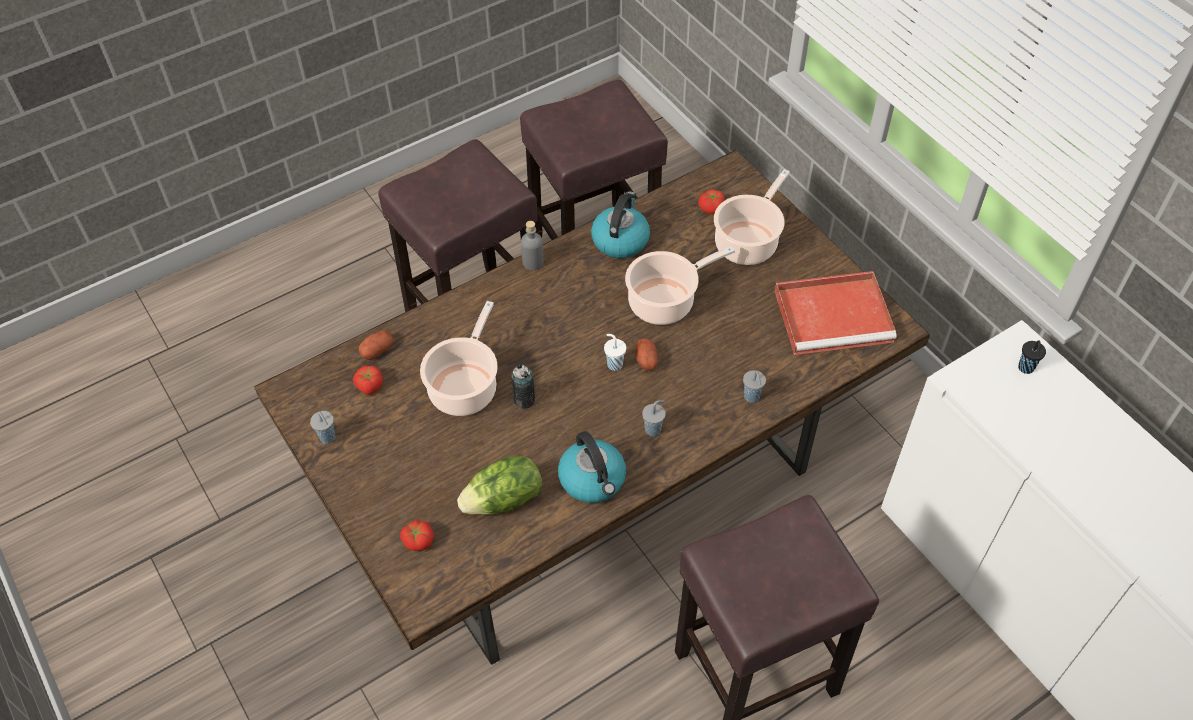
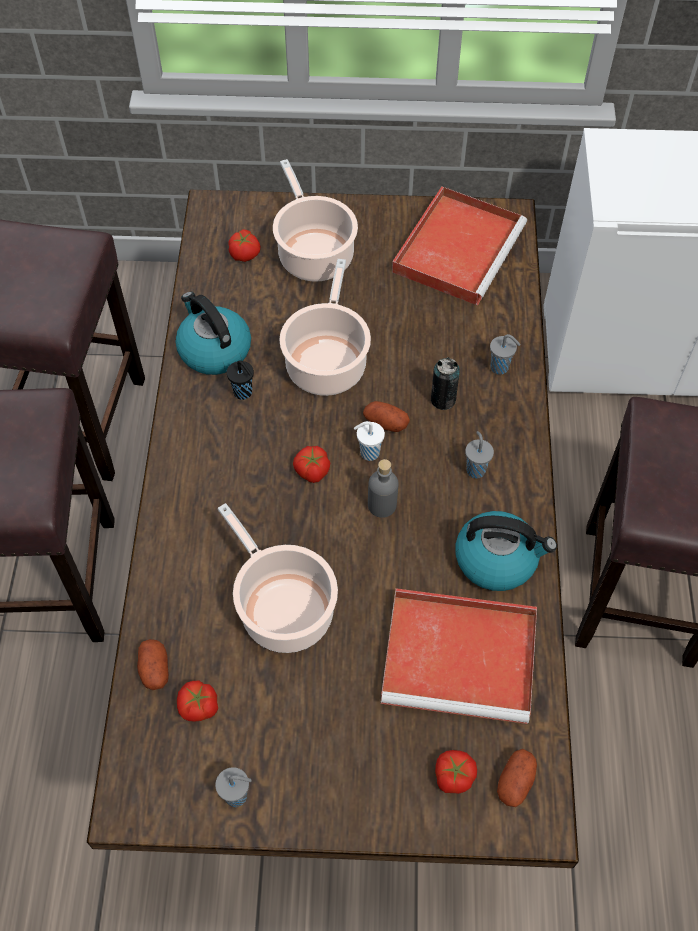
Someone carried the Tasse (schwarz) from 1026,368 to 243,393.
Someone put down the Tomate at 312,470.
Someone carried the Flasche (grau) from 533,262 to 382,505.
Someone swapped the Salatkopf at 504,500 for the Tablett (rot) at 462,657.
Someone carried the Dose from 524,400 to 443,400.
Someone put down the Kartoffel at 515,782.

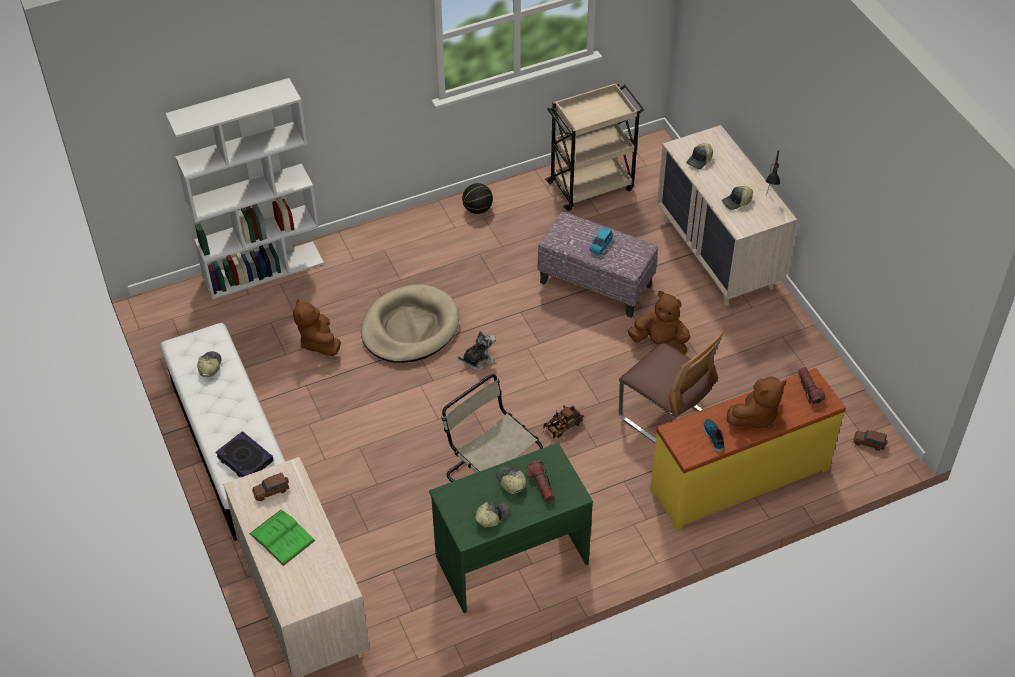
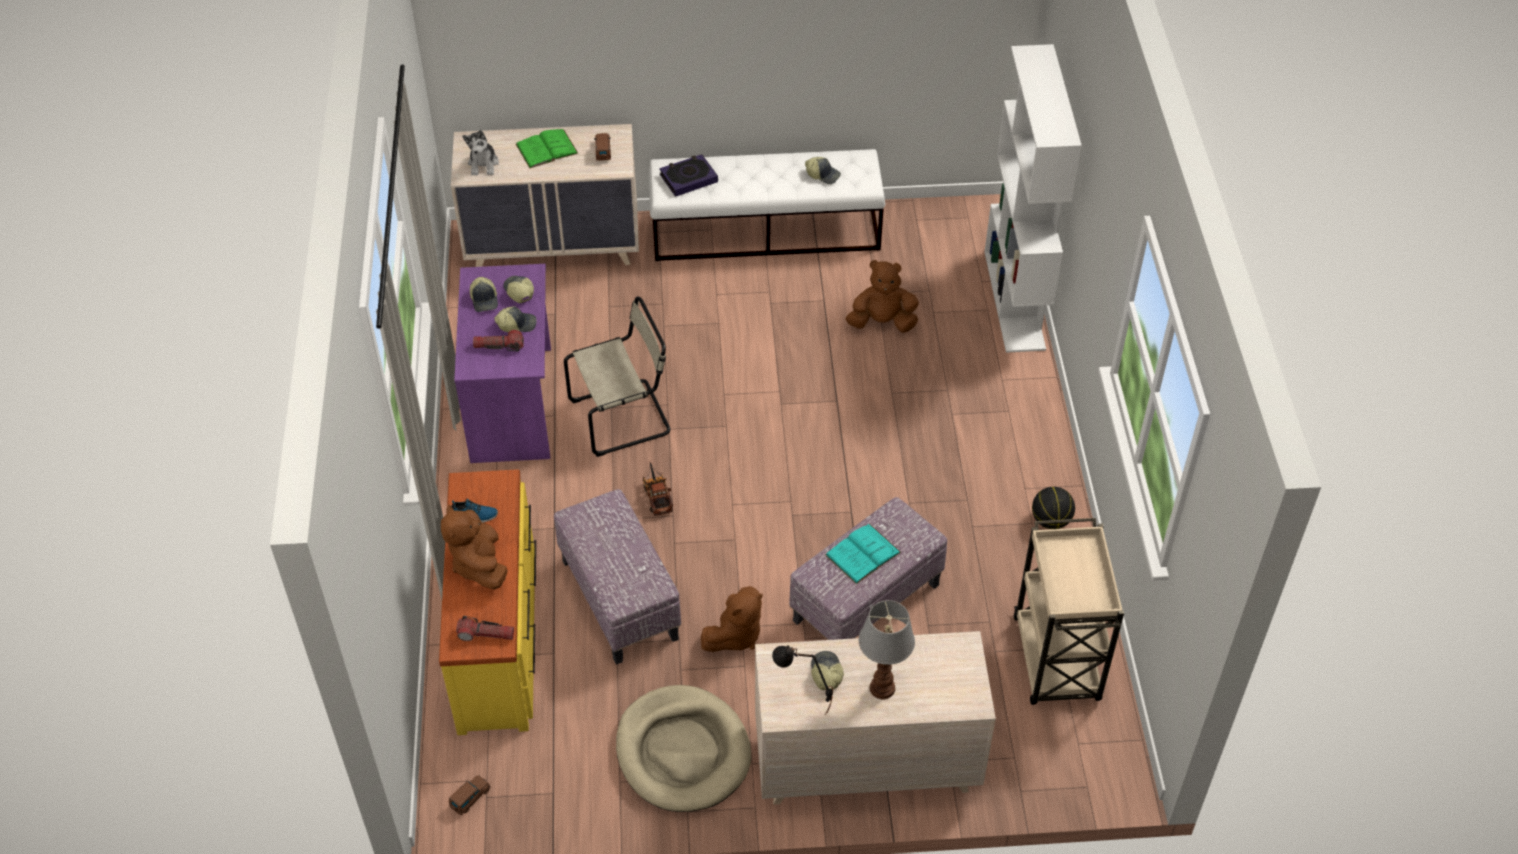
Someone repainted the Schreibtisch (grün) at 510,559, which became the Schreibtisch (lila) at 513,403.
Someone carried the Plüschtier from 478,360 to 483,164.
Someone carried the Kappe from 700,160 to 518,292.
Someone swapped the Stuhl at 666,418 for the Polsterhocker at 618,599.
Someone carried the Hundebett (beige) from 410,327 to 683,752.
Someone swapped the Spielzeugauto (blau) at 601,245 for the Buch (türkis) at 863,553.
Someone put down the Tischlampe at 881,687.

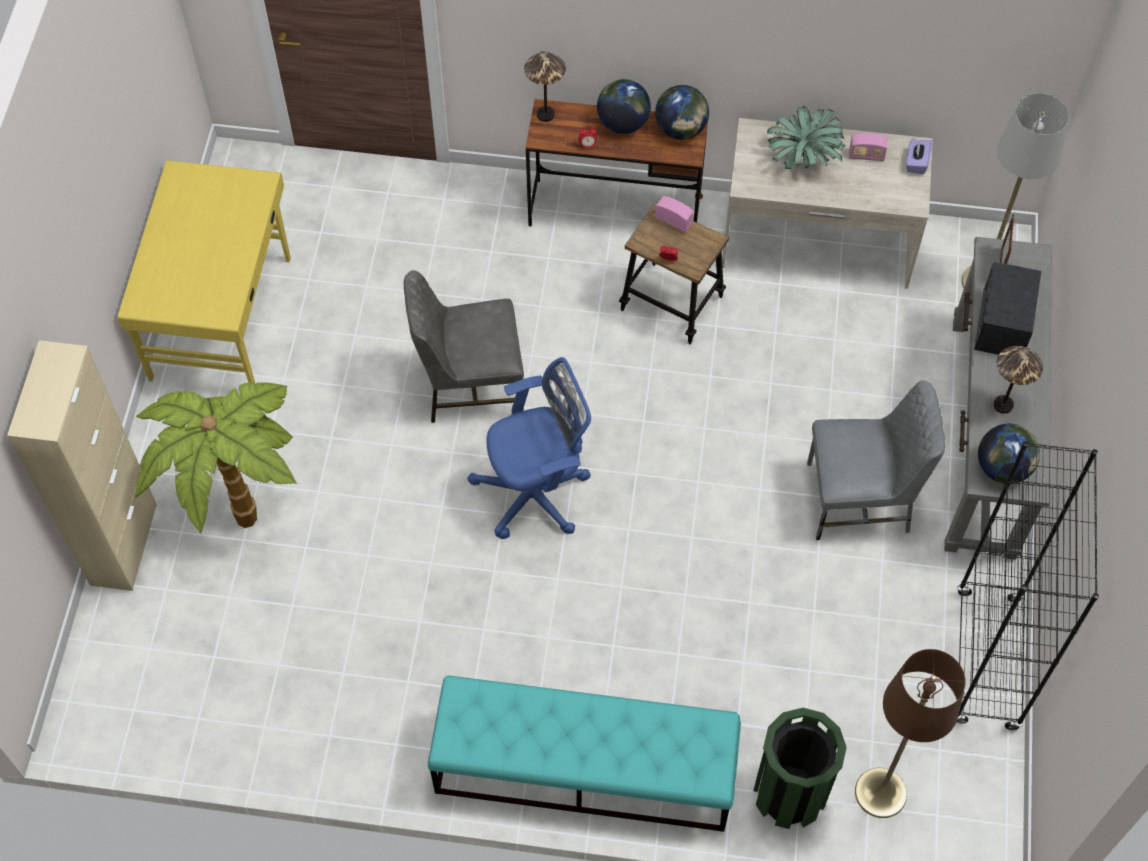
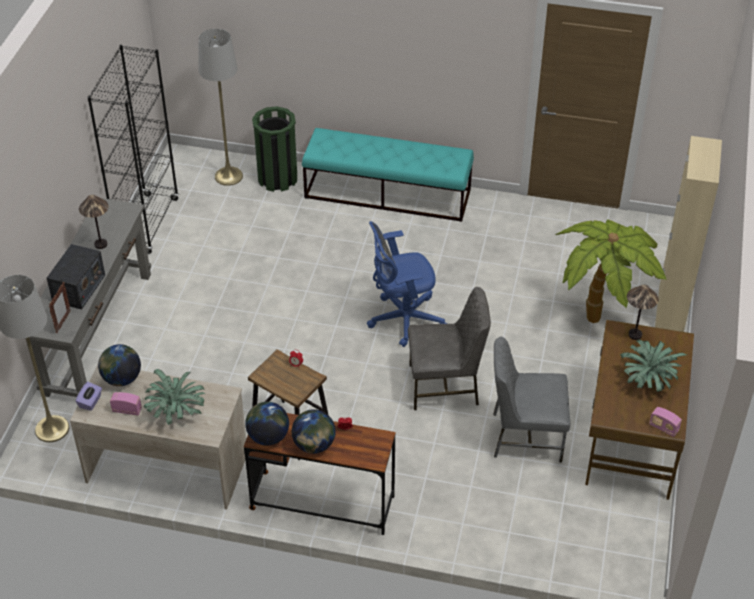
Someone carried the Globus from 1003,468 to 122,379.
Someone repainted the Stehlampe (braun) at 881,792, which became the Stehlampe (grau) at 228,176.
Someone carried the Stuhl (grau) from 860,499 to 525,436.
Someone repainted the Schreibtisch (gelb) at 223,317, which became the Schreibtisch (braun) at 631,443.
Someone put down the Topfpflanze at 648,380.
Someone carried the Tischlampe from 545,115 to 635,334.
Someone carried the Radio from 673,221 to 663,428.

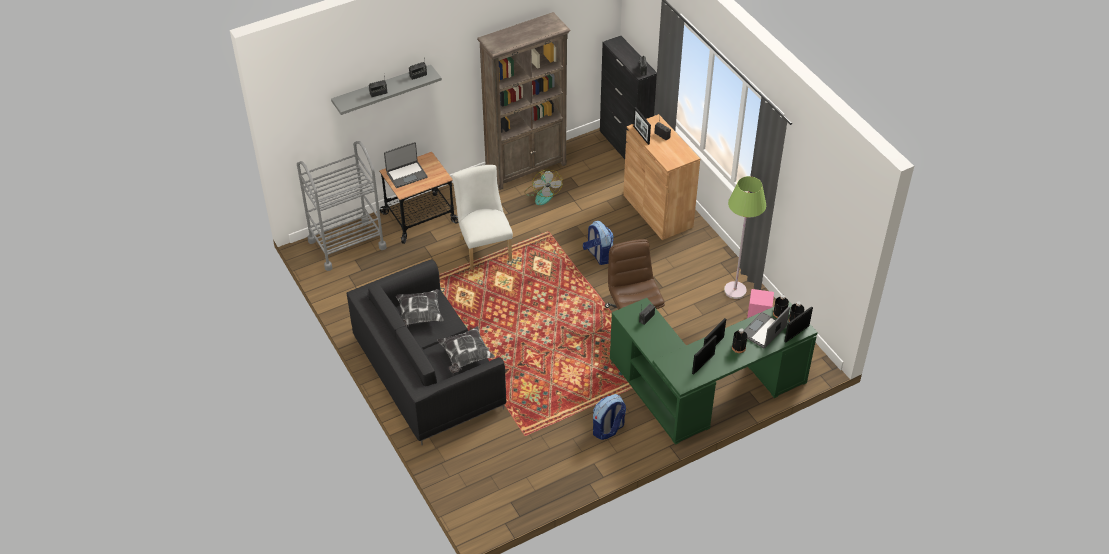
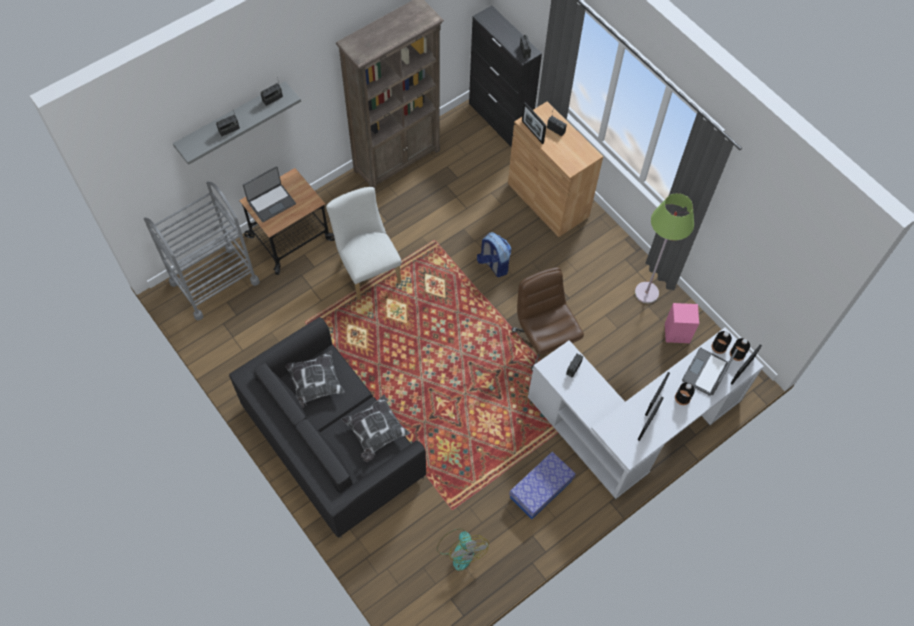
Someone carried the Ventilator from 542,194 to 461,549.
Someone swapped the Rucksack at 608,429 for the Aufbewahrungsbox at 540,489.
Someone repainted the Schreibtisch (grün) at 703,390, which became the Schreibtisch (weiß) at 634,425.

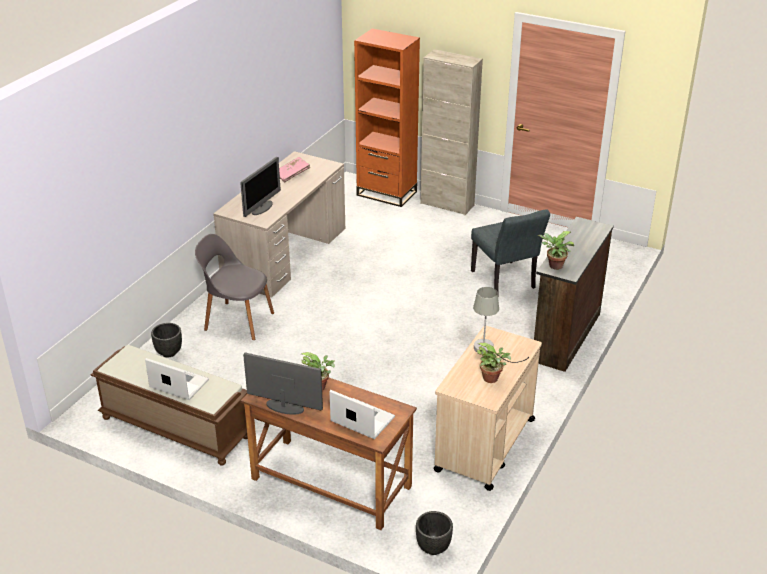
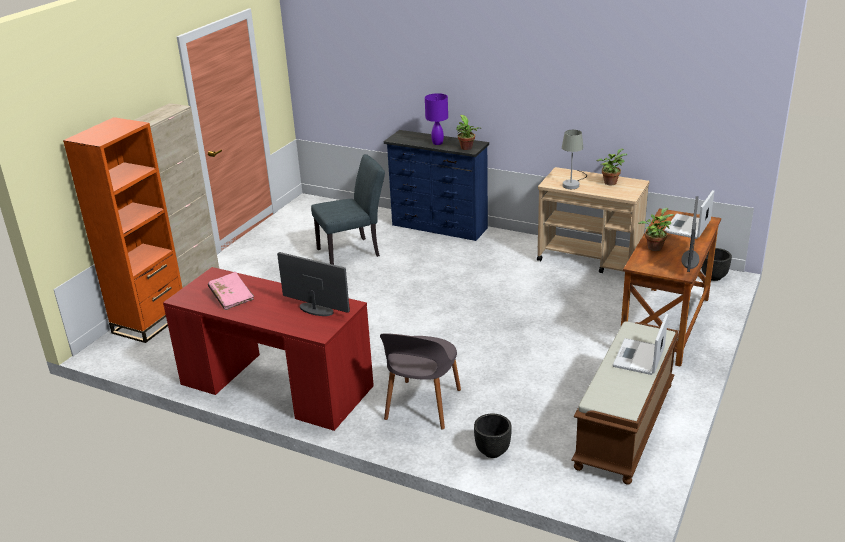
Someone repainted the Schreibtisch (beige) at 286,253, which became the Schreibtisch (rot) at 276,384.
Someone repainted the Kommode (braun) at 564,337, which became the Kommode (blau) at 439,227.
Someone put down the Tischlampe (lila) at 437,143.

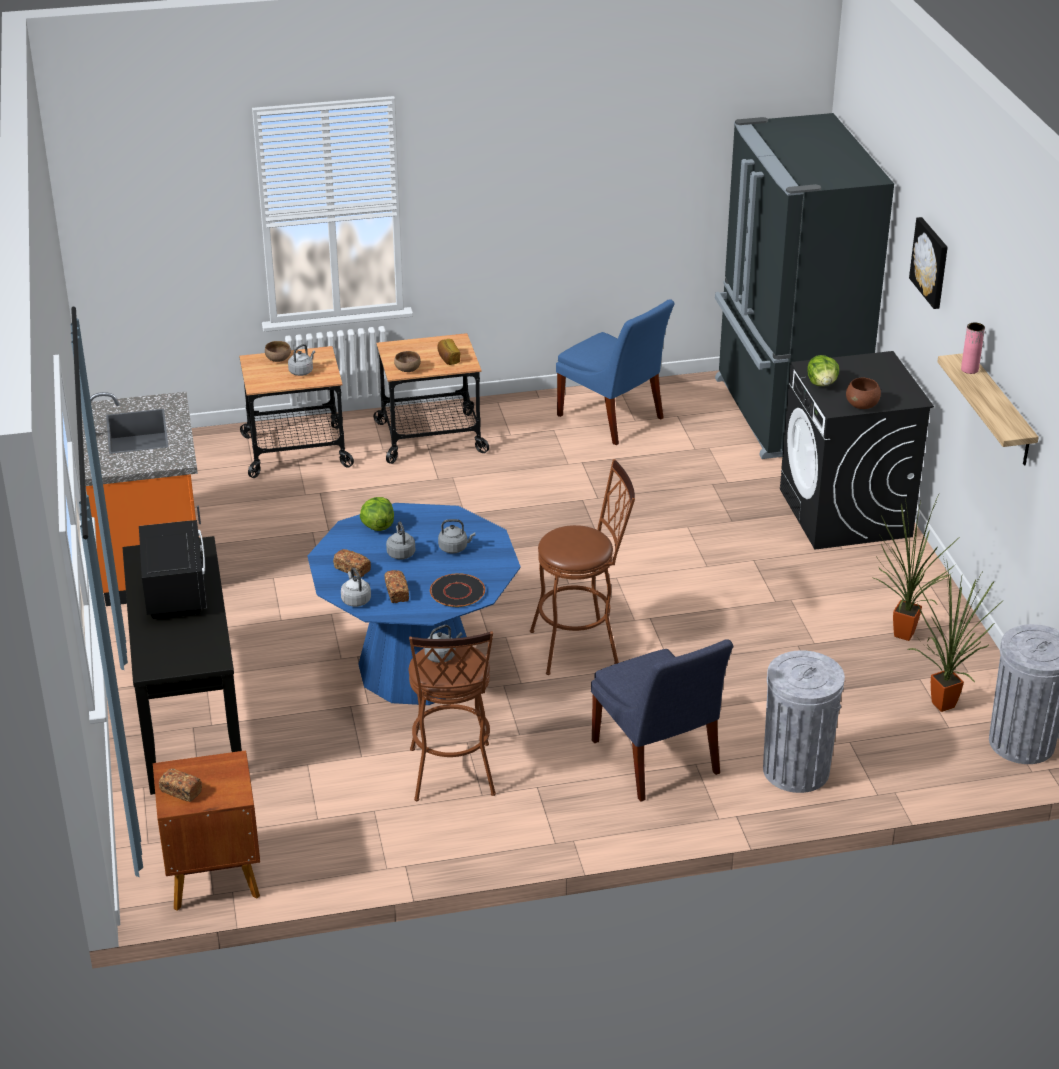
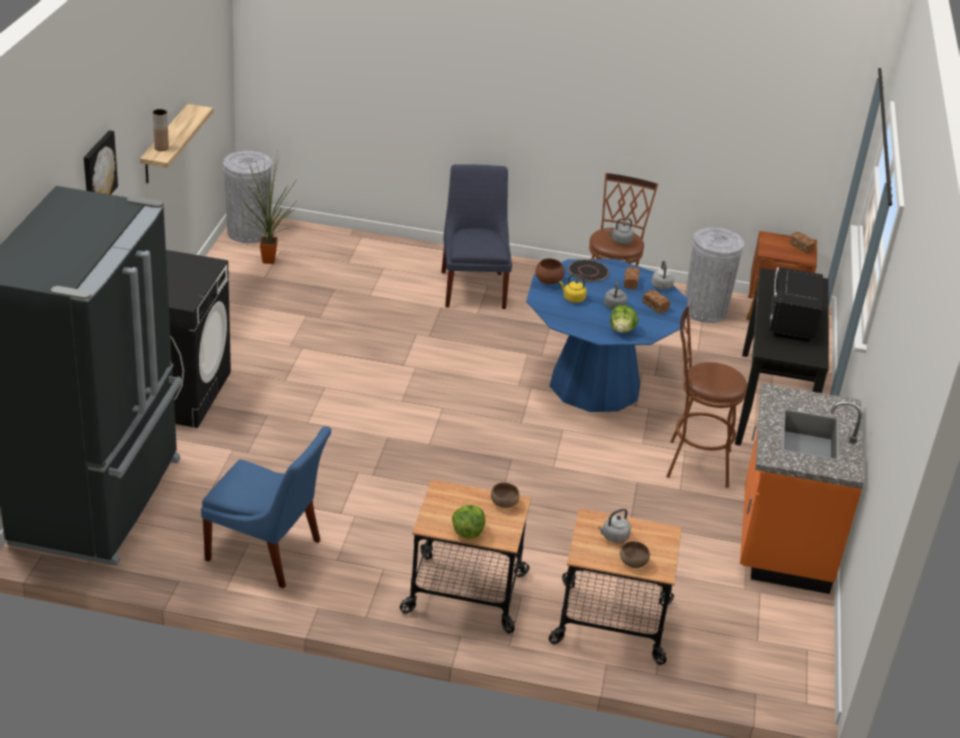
Someone repainted the Vase (rosa) at 969,369, which became the Vase (braun) at 161,148.
Someone rotated the Stuhl (blau) at 613,419 by 135 degrees clockwise.
Someone carried the Salatkopf from 822,384 to 467,532.
Someone carried the Schüssel (braun) from 862,405 to 548,281.
Someone repainted the Wasserkessel (grau) at 454,548, which became the Wasserkessel (gelb) at 572,298.
Someone carried the Hocker (braun) from 582,646 to 691,462.
Someone carried the Mülleimer (grau) from 795,770 to 705,310.
Someone took away the Brot at 448,359.
Someone took away the Topfpflanze at 902,637.

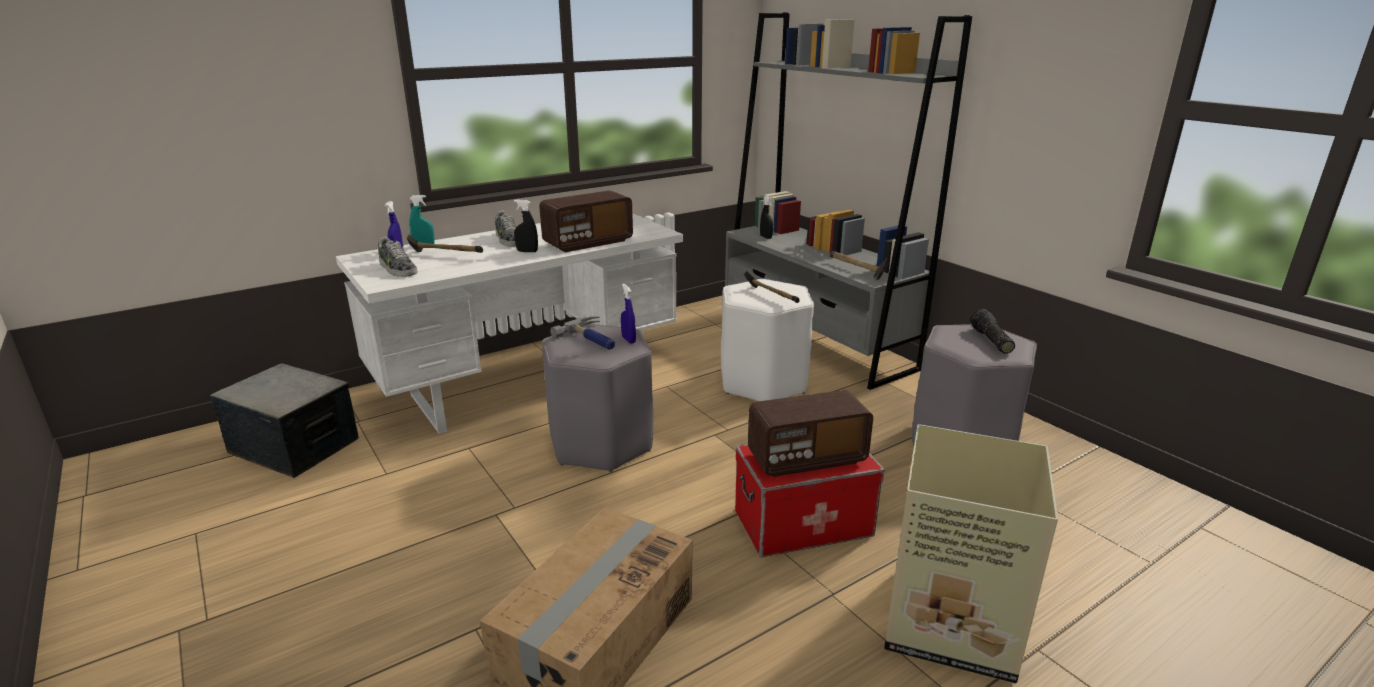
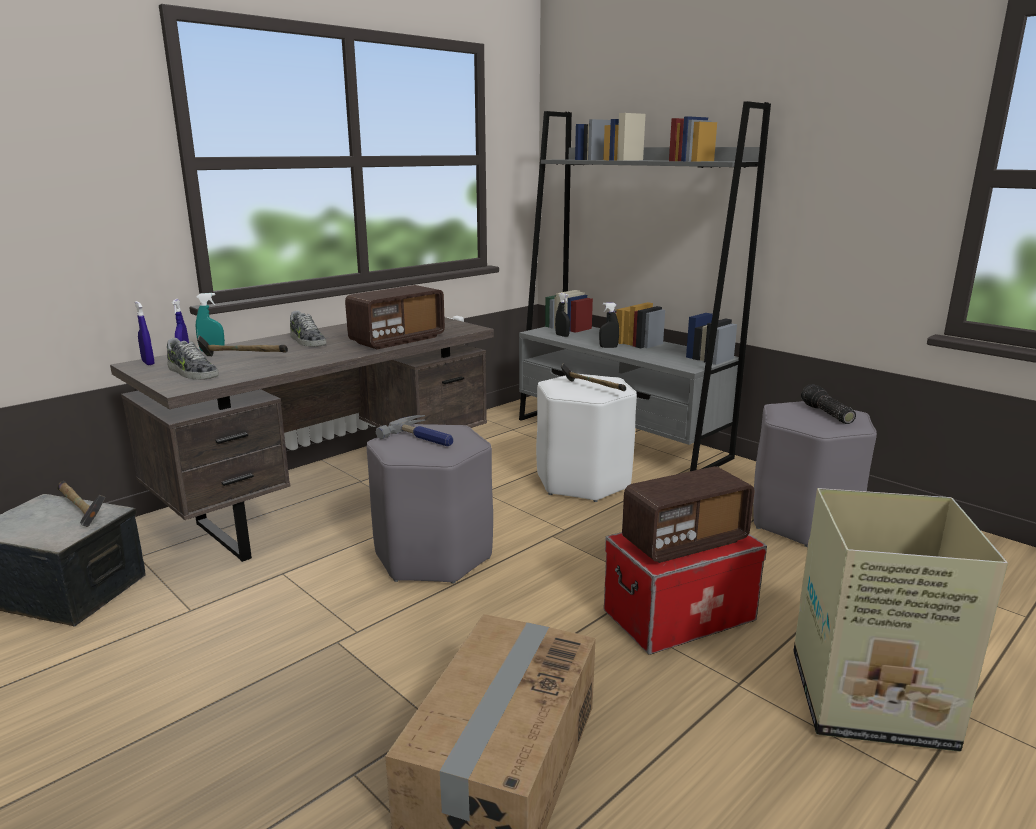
Someone carried the Hammer from 857,270 to 79,510.
Someone repainted the Schreibtisch (weiß) at 531,383, which became the Schreibtisch (braun) at 334,500.
Someone carried the Sprühflasche (blau) from 628,340 to 148,363.
Someone carried the Sprühflasche (schwarz) from 527,251 to 608,347.

